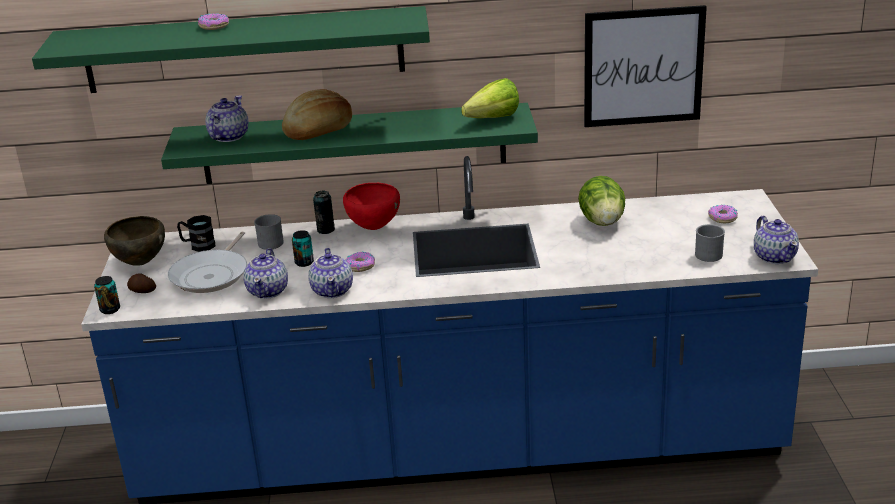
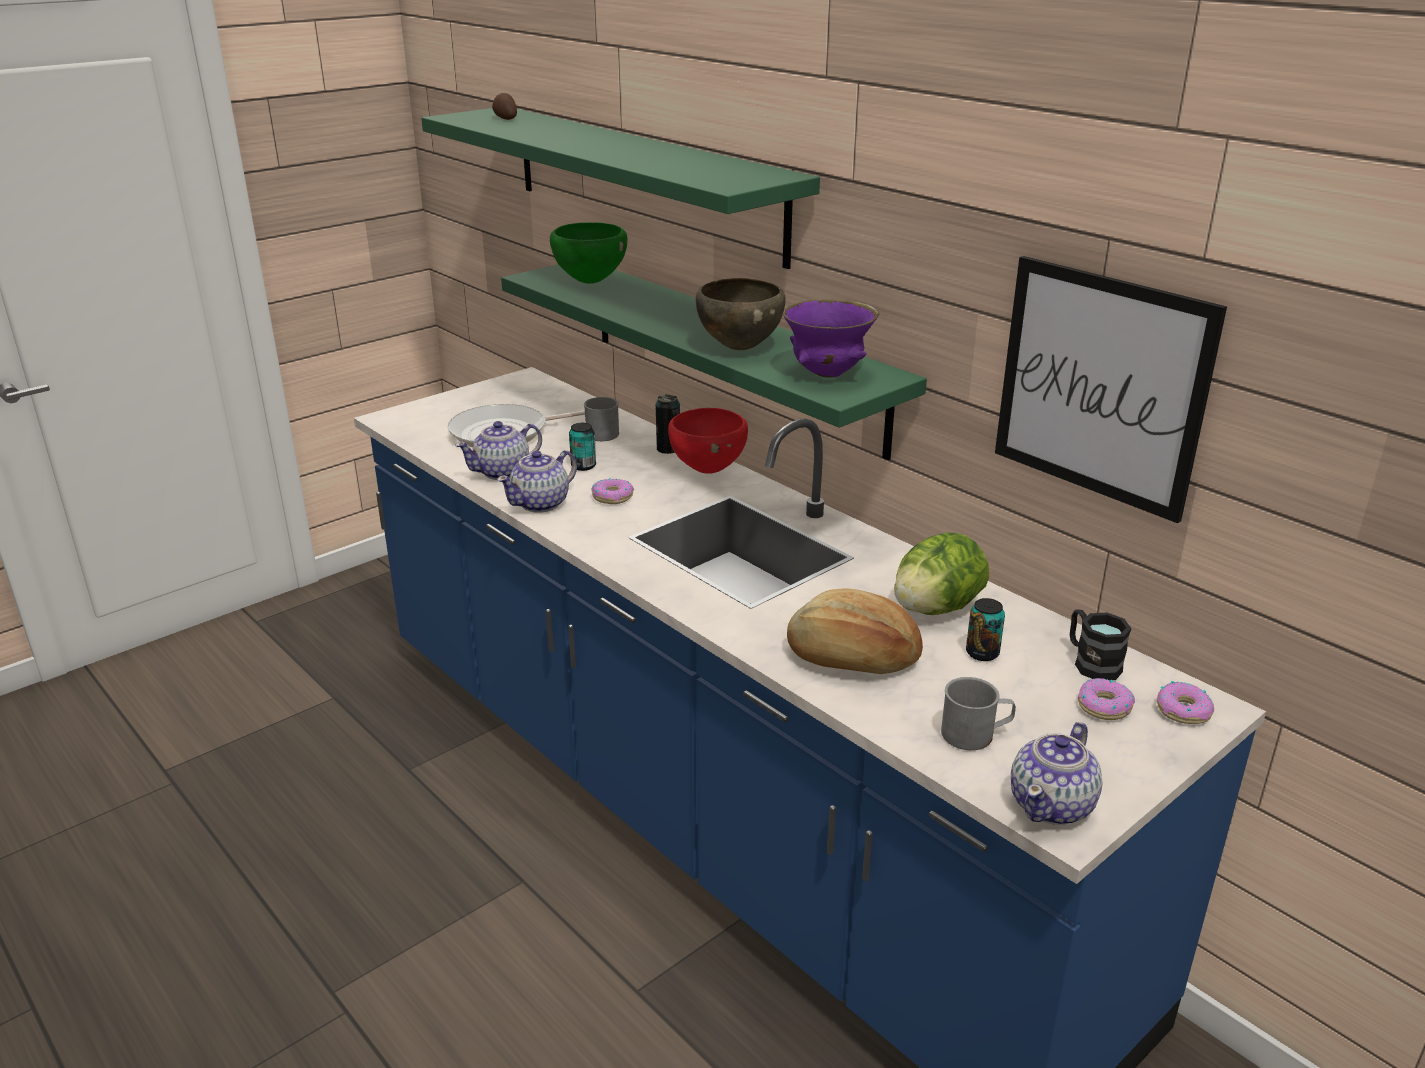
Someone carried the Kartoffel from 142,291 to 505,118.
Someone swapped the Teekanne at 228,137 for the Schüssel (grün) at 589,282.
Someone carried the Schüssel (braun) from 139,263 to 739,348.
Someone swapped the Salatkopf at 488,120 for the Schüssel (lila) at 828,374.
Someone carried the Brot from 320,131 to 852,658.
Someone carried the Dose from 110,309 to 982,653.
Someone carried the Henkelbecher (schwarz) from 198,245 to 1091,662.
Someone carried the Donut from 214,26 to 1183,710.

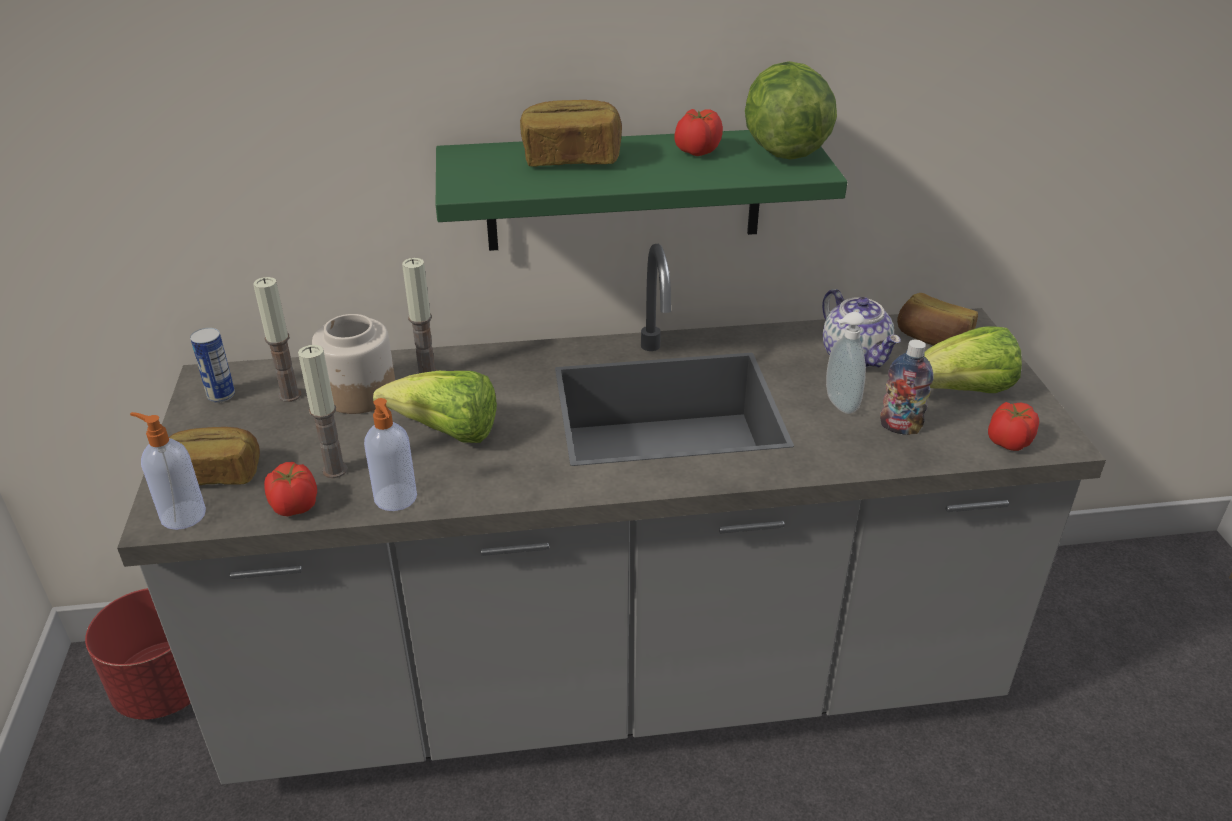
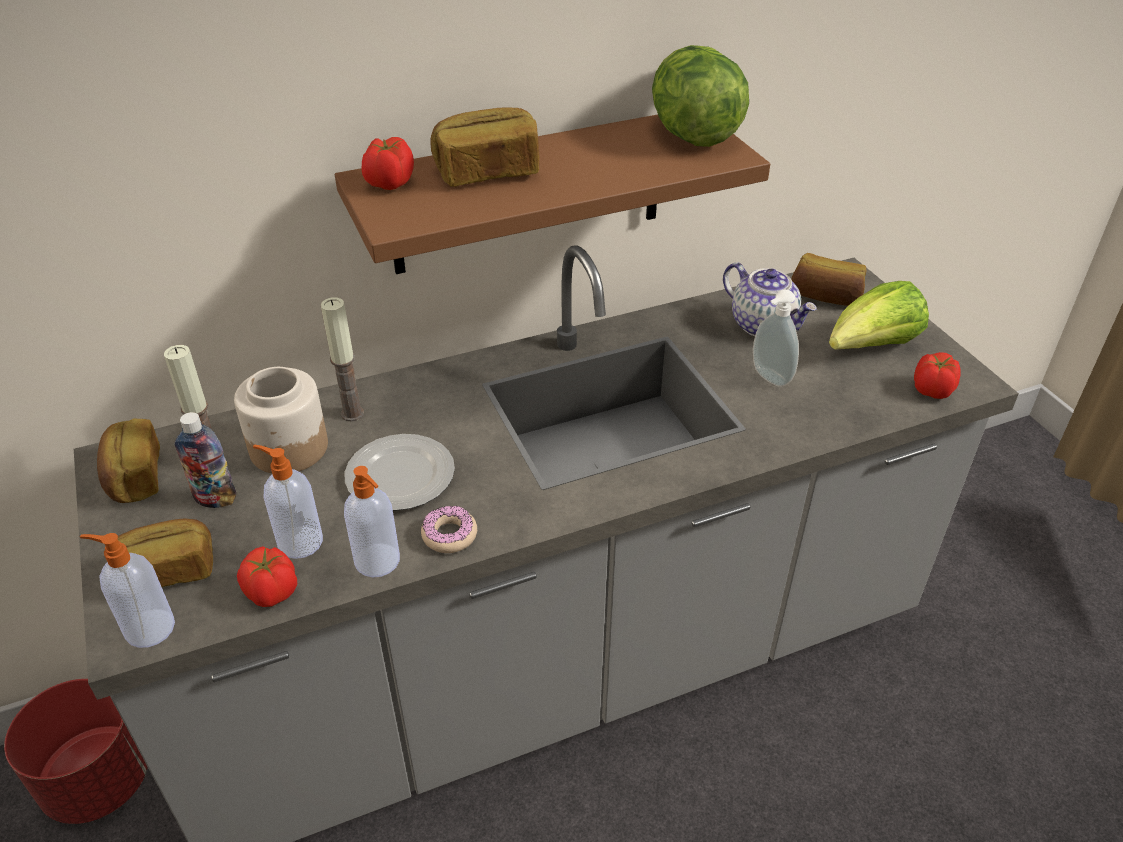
Someone swapped the Dose at 221,395 for the Brot at 134,477.
Someone carried the Flasche from 900,427 to 215,499.
Someone swapped the Kerze at 335,470 for the Seifenspender at 299,542.
Someone repainted the Wandregal (grün) at 624,189, which became the Wandregal (braun) at 528,192.
Someone swapped the Salatkopf at 447,433 for the Teller at 401,477.
Someone carried the Tomate from 697,151 to 389,184.
Someone put down the Donut at 449,535.

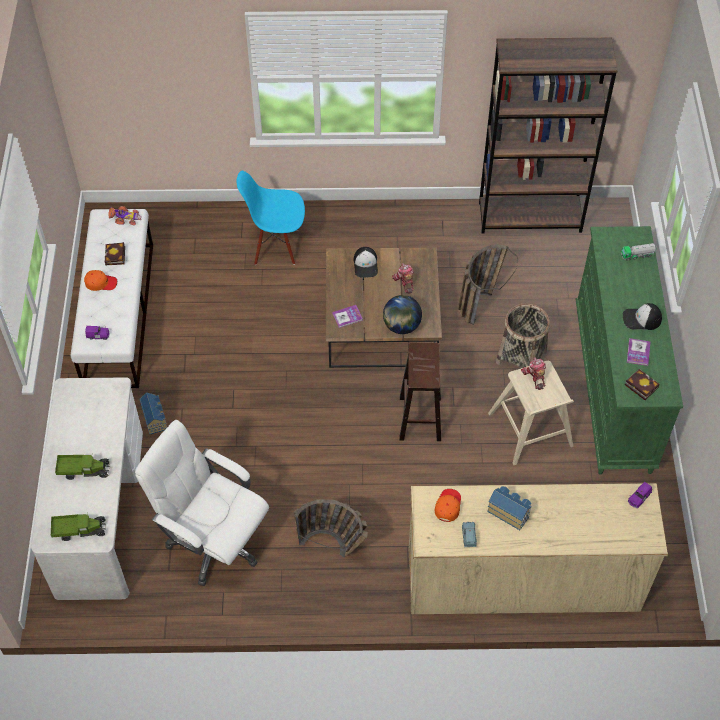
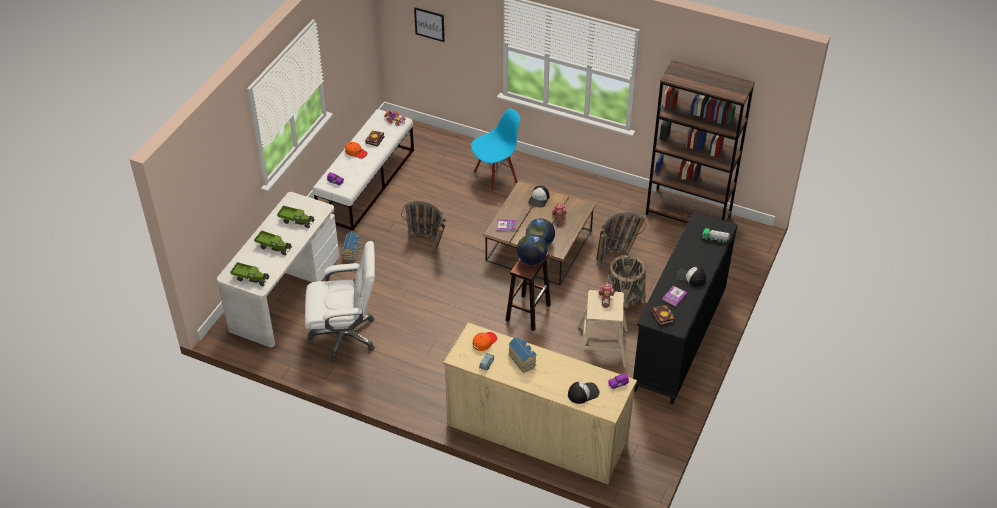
Someone put down the Spielzeuglaster at 296,220.
Someone rotated the Bürostuhl (weiß) at 213,542 by 120 degrees clockwise.
Someone carried the Korb from 334,547 to 429,246.
Someone put up the Bild at 429,24.
Someone rotated the Stuhl (blau) at 276,246 by 120 degrees clockwise.
Someone put down the Globus at 531,259.
Someone put down the Kappe at 583,393.
Someone repainted the Kommode (grün) at 612,389, which became the Kommode (schwarz) at 678,342.

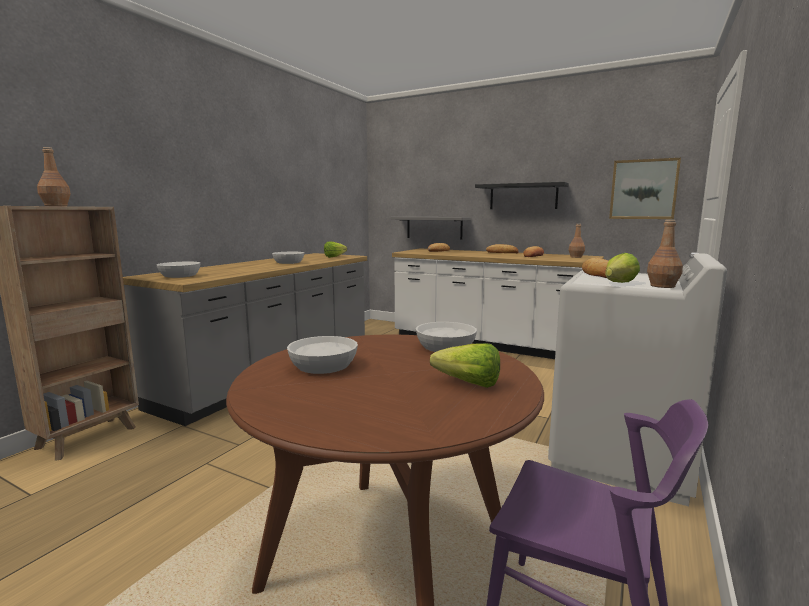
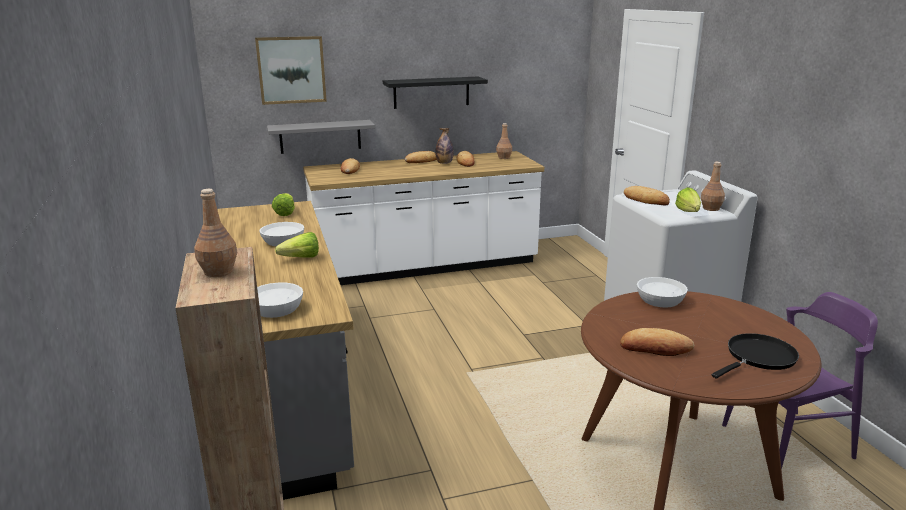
Someone carried the Bild from 643,189 to 291,70.
Someone carried the Salatkopf from 463,382 to 297,258.
Someone put down the Flasche at 444,163.
Someone swapped the Schüssel (weiß) at 323,366 for the Brot at 655,348.
Someone put down the Pfanne (schwarz) at 758,357.

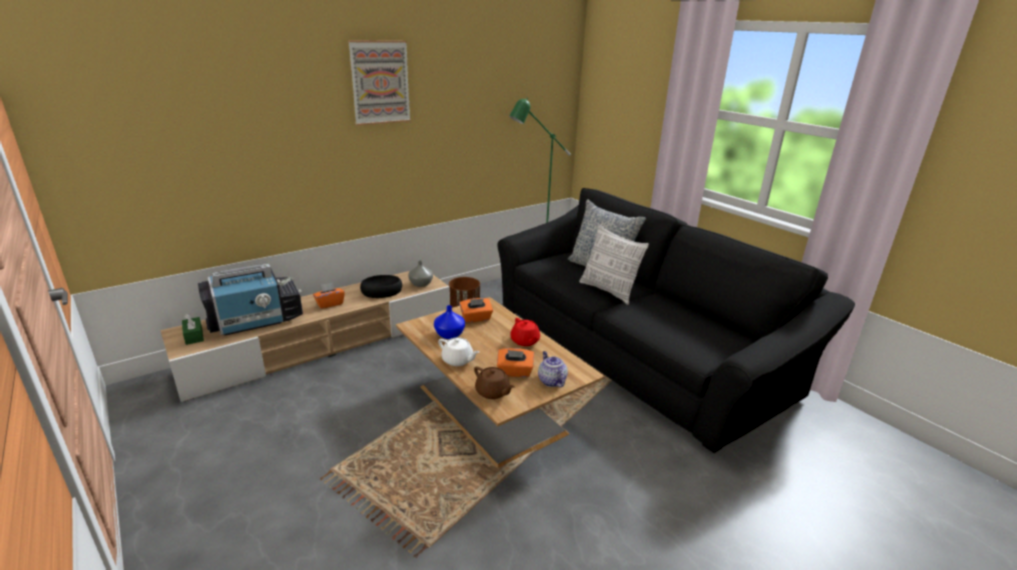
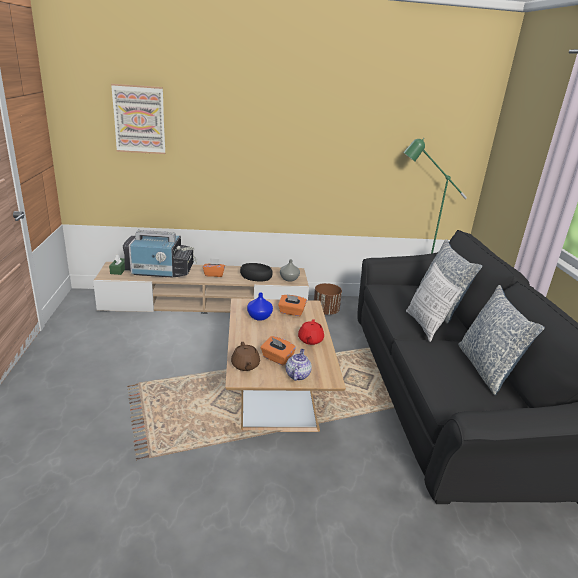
Someone carried the Bild from 380,82 to 139,119.
Someone put down the Kissen at 486,369.
Someone took away the Teekanne (weiß) at 458,360.

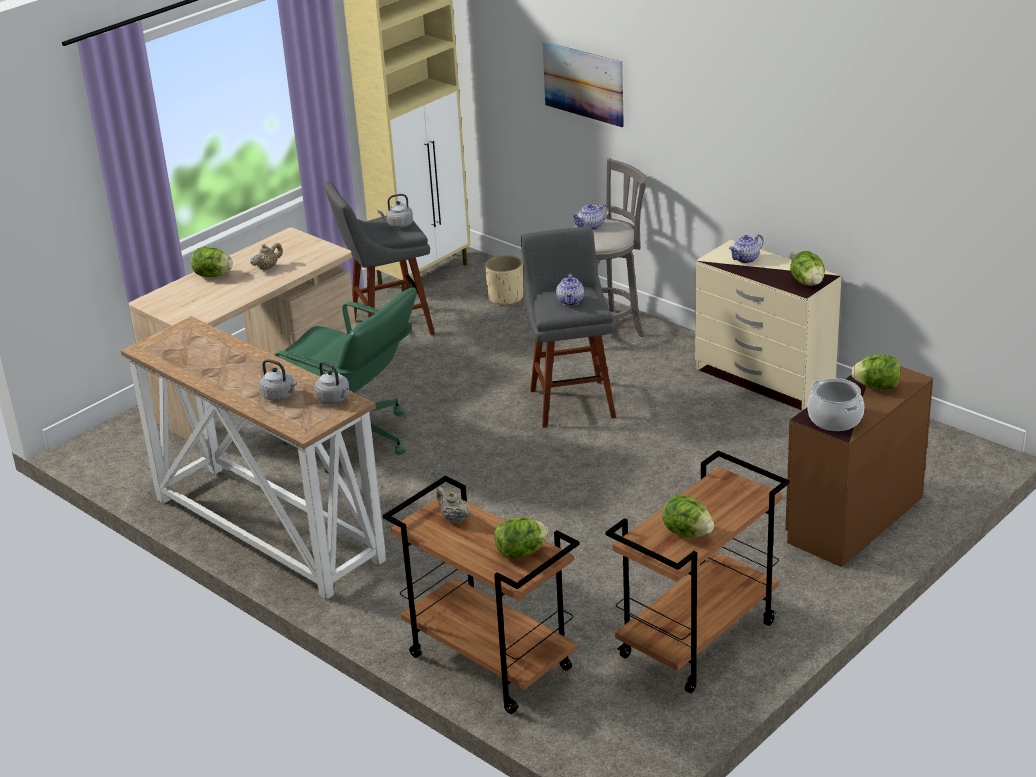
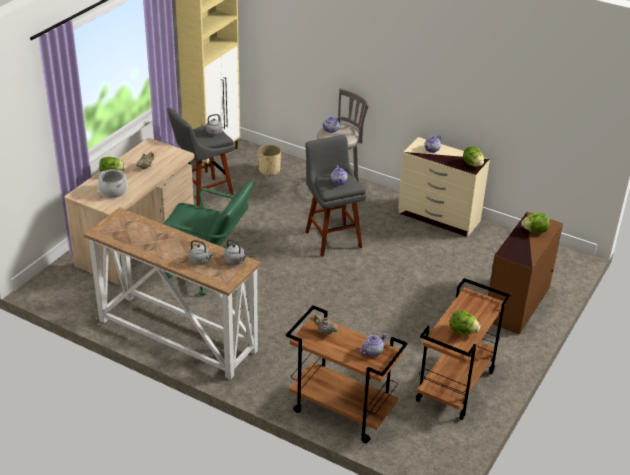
Someone carried the Kochtopf from 834,419 to 113,191.
Someone swapped the Salatkopf at 521,552 for the Teekanne at 372,351.
Someone took away the Bild at 583,83.

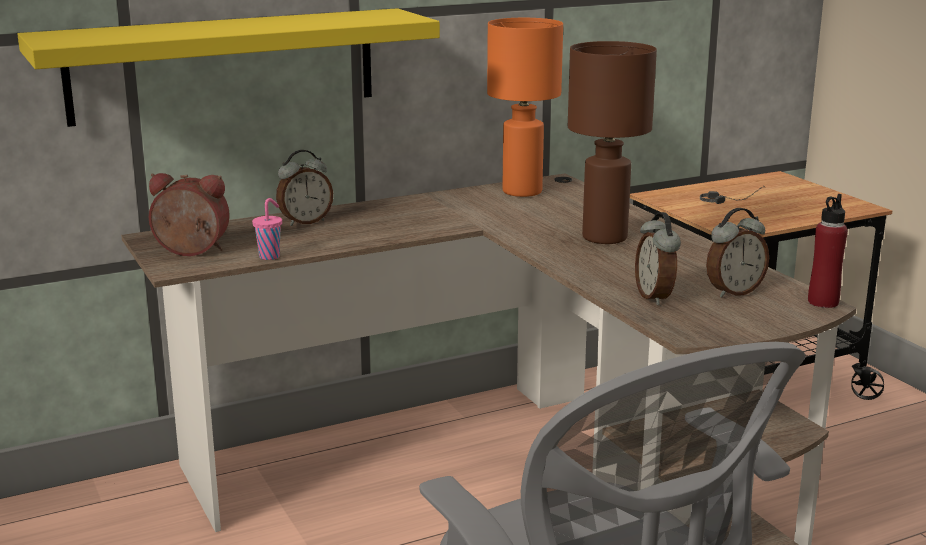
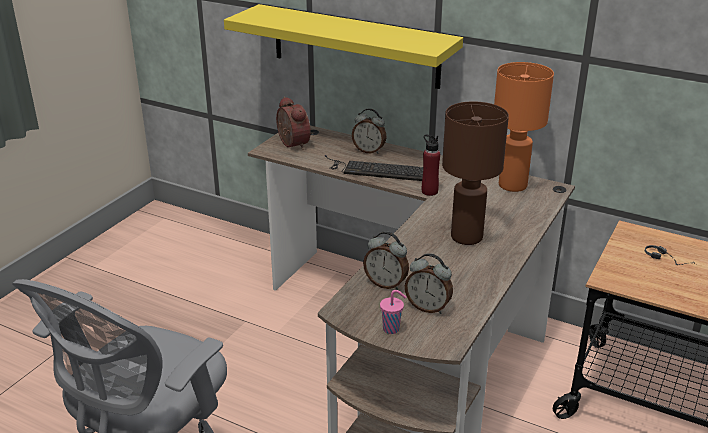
Someone put down the Tastatur at 376,170.
Someone rotated the Wecker at 655,297 by 105 degrees counterclockwise.
Someone carried the Tasse (rosa) from 270,256 to 392,329.
Someone carried the Flasche (rot) from 823,302 to 429,191.

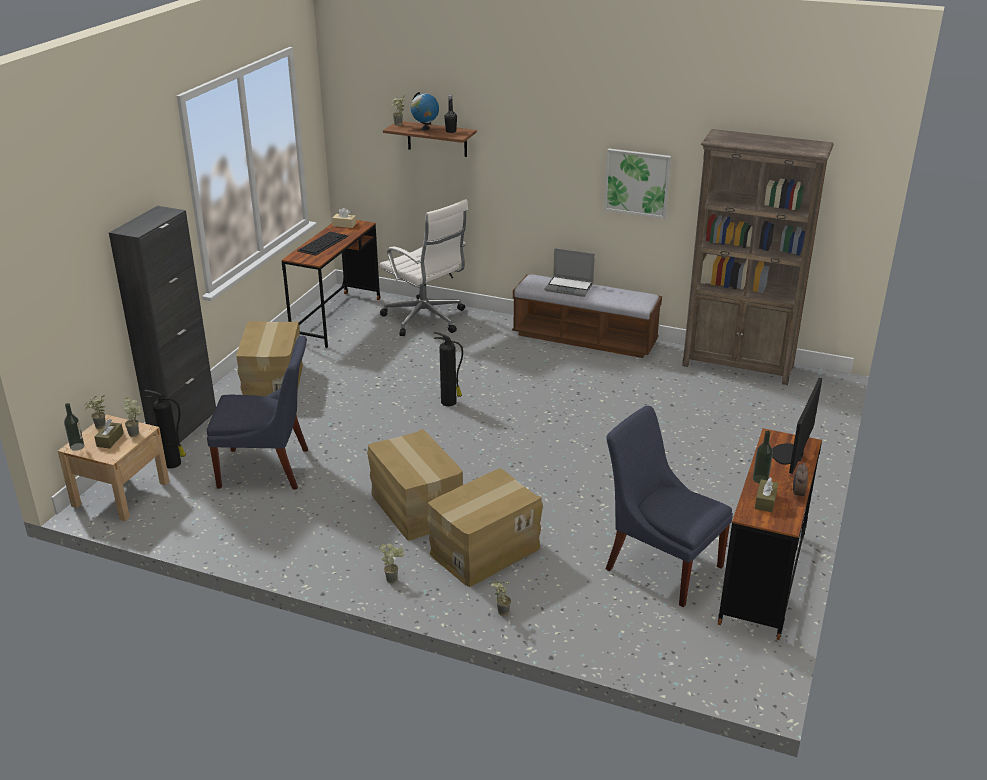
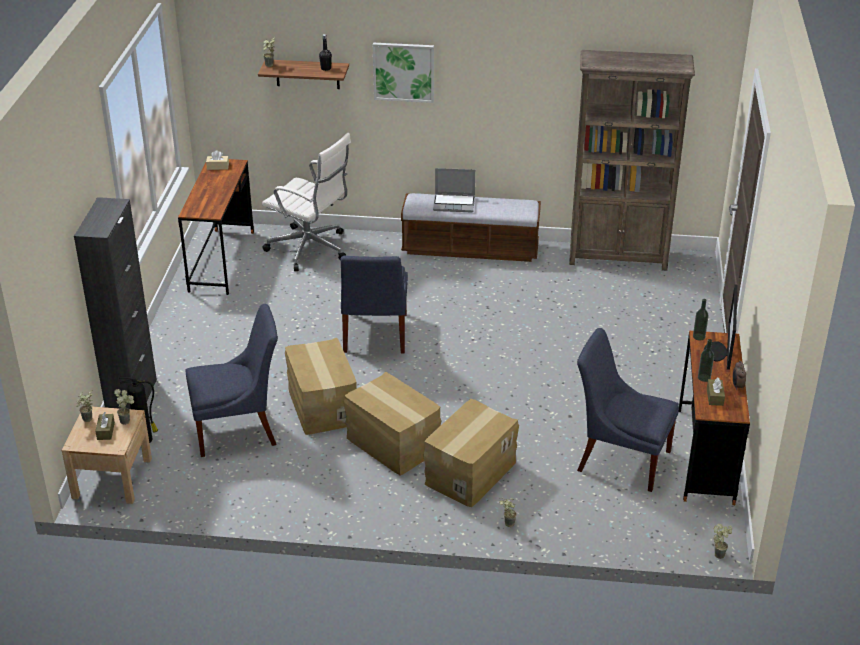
Someone carried the Karton from 272,382 to 321,406.
Someone swapped the Feuerlöscher at 449,402 for the Stuhl (blau) at 374,335.
Someone carried the Bild from 637,183 to 403,72.
Someone carried the Flasche from 77,446 to 699,336.
Someone carried the Topfpflanze from 394,578 to 720,553.
Someone took away the Tastatur at 323,243.
Someone took away the Globus at 425,129.

